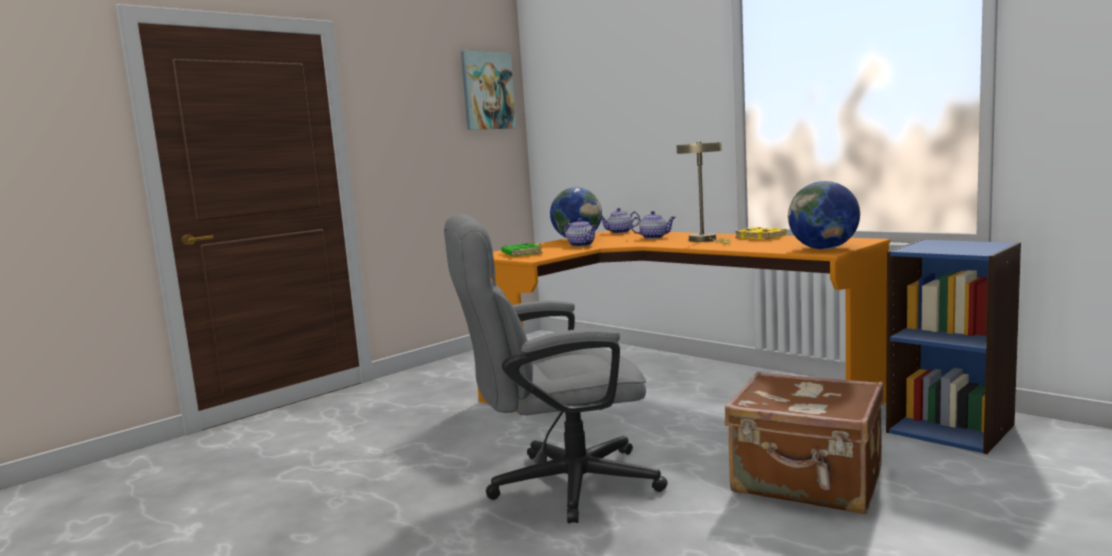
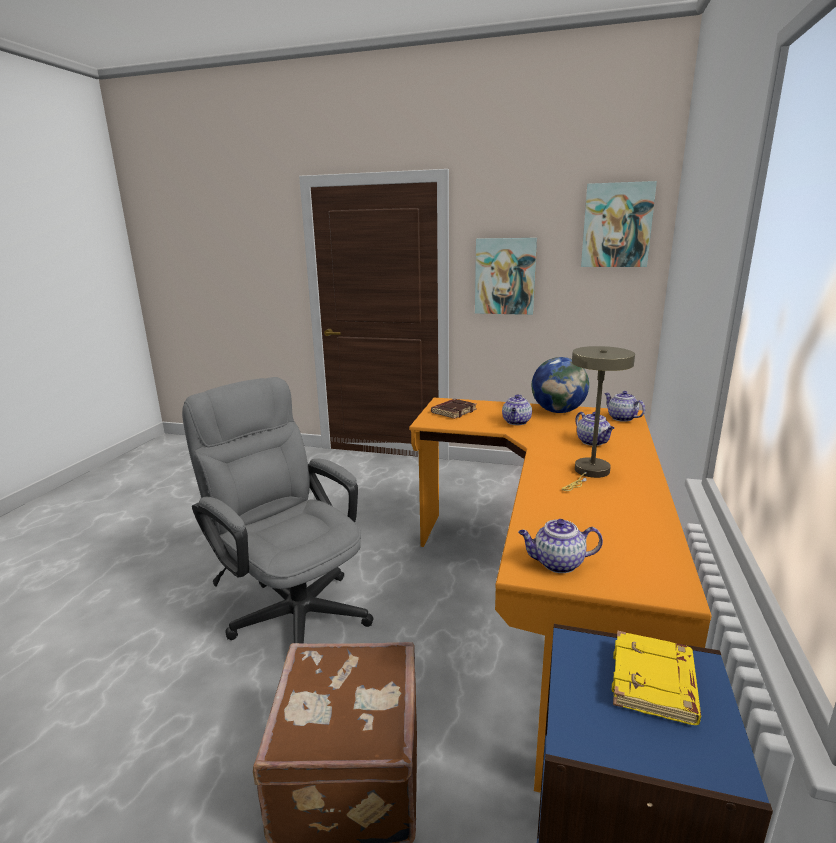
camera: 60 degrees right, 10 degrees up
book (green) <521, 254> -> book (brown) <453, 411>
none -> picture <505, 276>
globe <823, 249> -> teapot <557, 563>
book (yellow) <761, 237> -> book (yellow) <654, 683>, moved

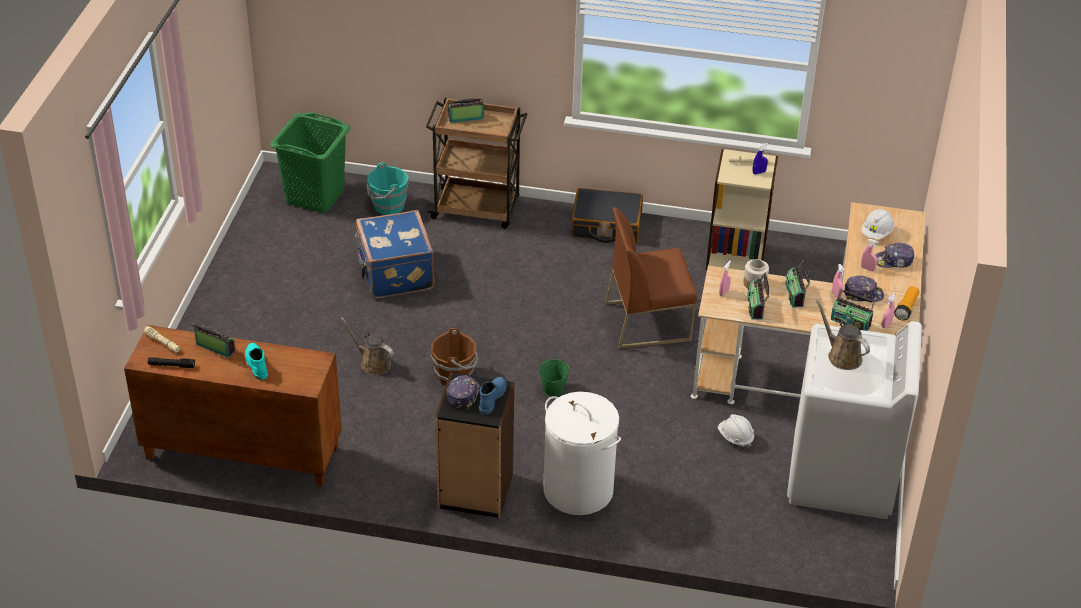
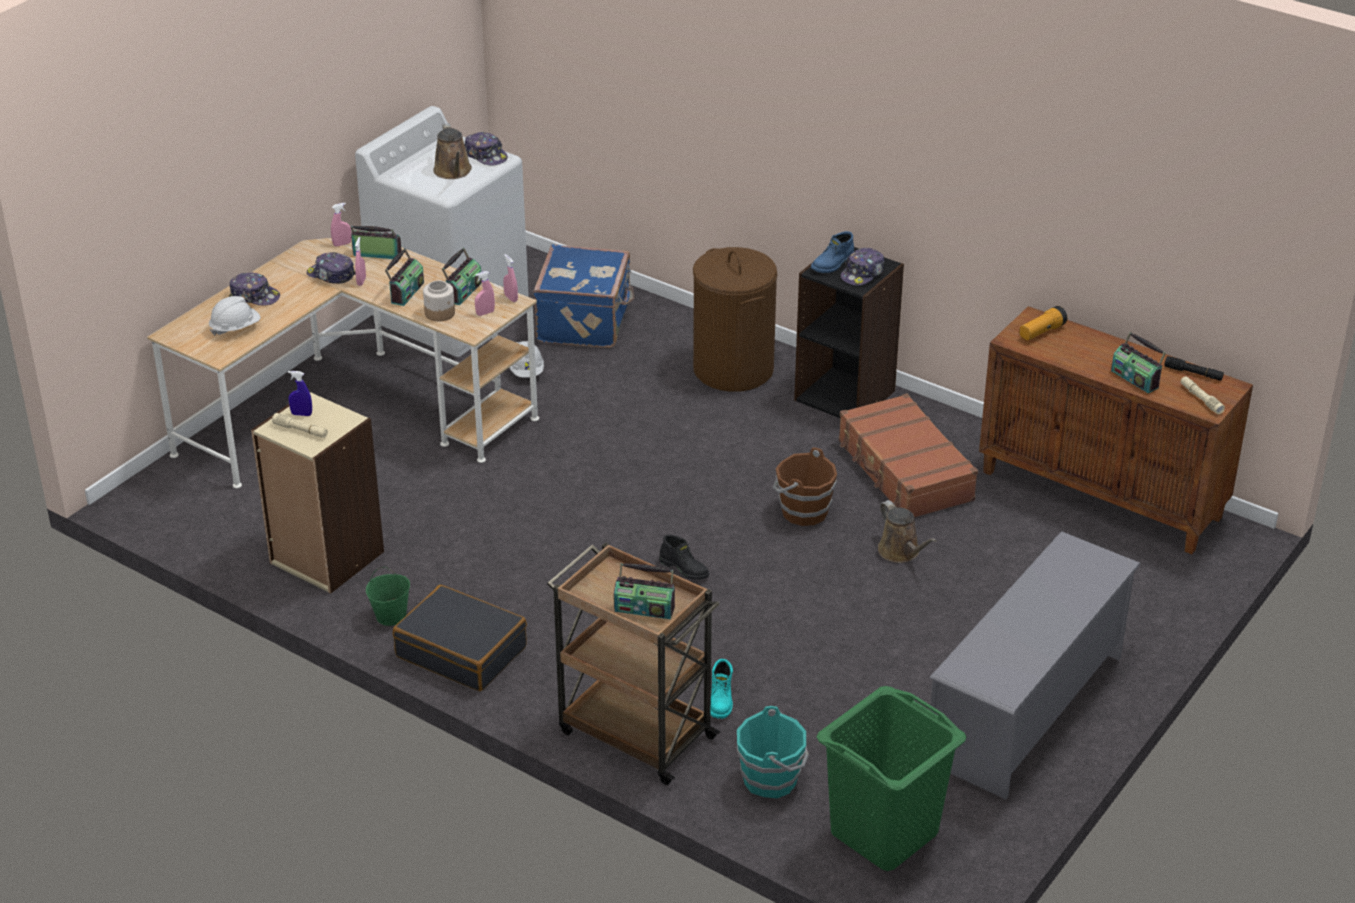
camera: 155 degrees left, 5 degrees down
radio <851, 322> -> radio <377, 254>, 45 degrees counterclockwise
bucket (green) <553, 389> -> bucket (green) <391, 616>, moved
none -> cap <486, 156>
spray bottle (pink) <867, 268> -> spray bottle (pink) <511, 298>, moved
suitcase (blue) <394, 274> -> suitcase (blue) <585, 322>, moved
none -> boot (black) <685, 568>
laundry basket (white) <578, 490> -> laundry basket (brown) <732, 369>
boot (turquoise) <256, 364> -> boot (turquoise) <721, 701>, moved
none -> suitcase (brown) <904, 471>
none -> shoe rack (grey) <1026, 709>
flashlight <906, 308> -> flashlight <1041, 332>, moved
chair (brown) <648, 321> -> none

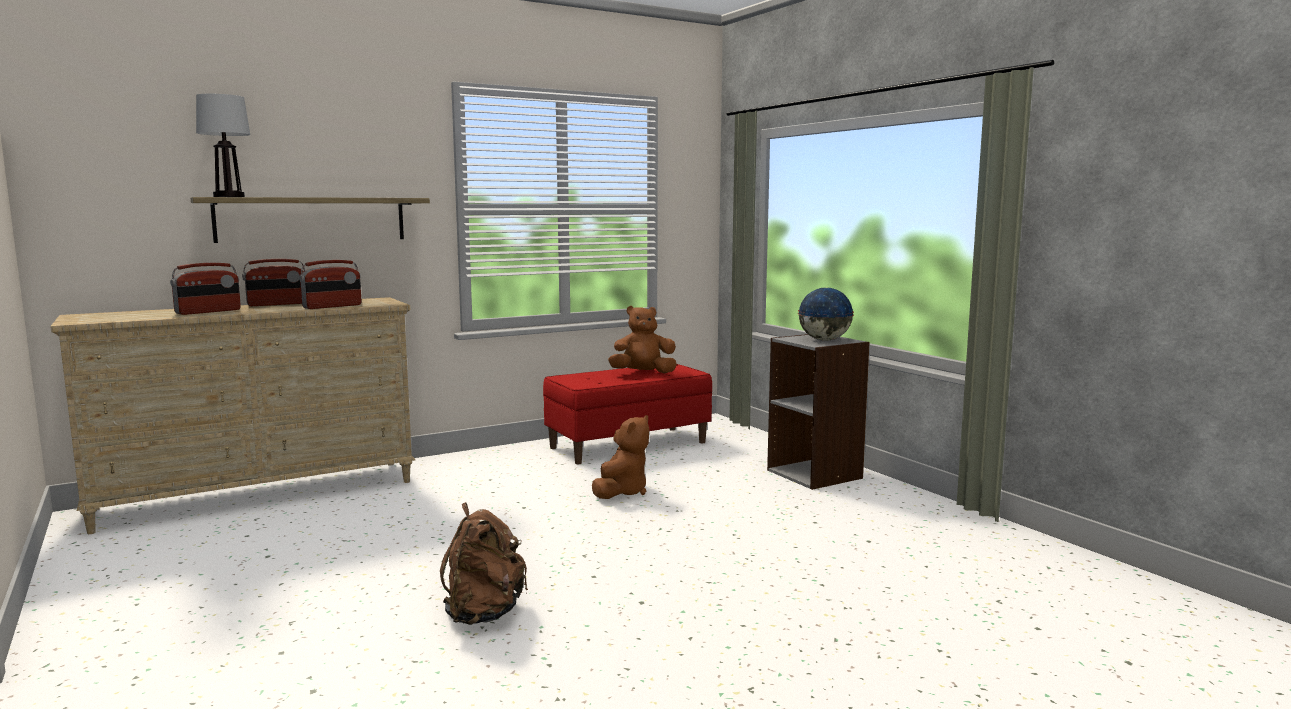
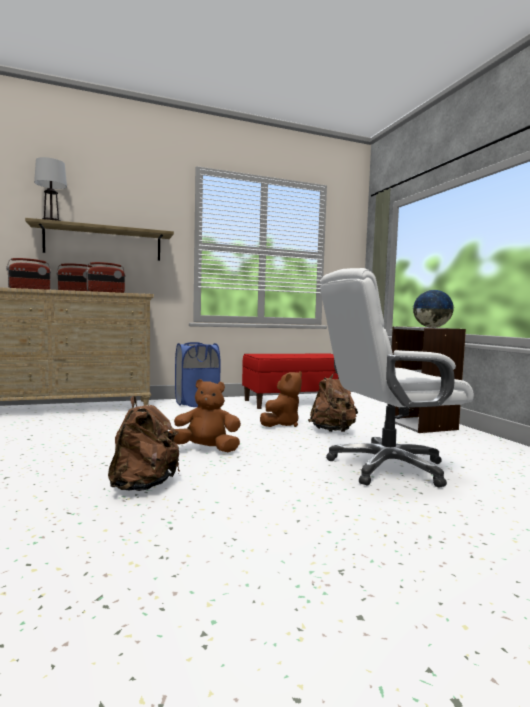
camera: 10 degrees right, 5 degrees down
plush toy (brown) <643, 373> -> plush toy (brown) <206, 449>, moved
none -> laundry basket (blue) <196, 403>
none -> backpack (brown) <333, 431>
none -> office chair (white) <386, 467>

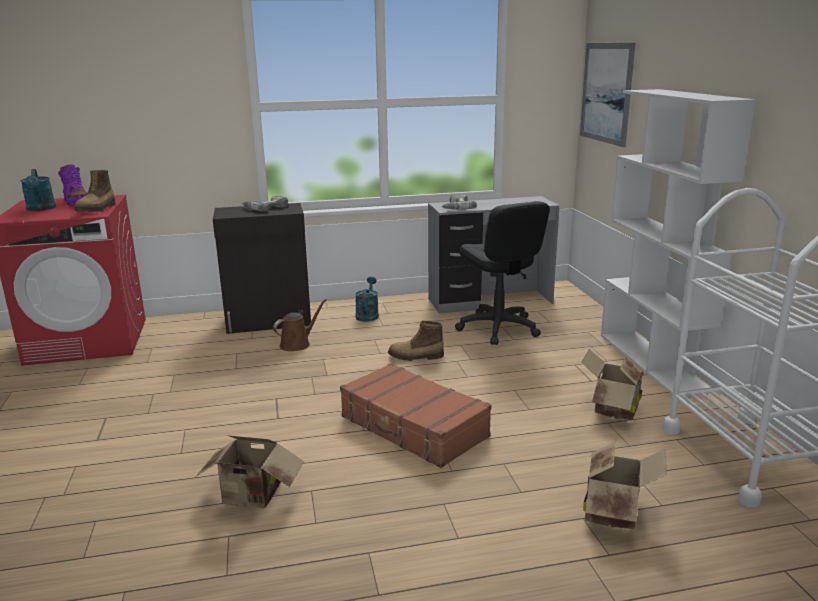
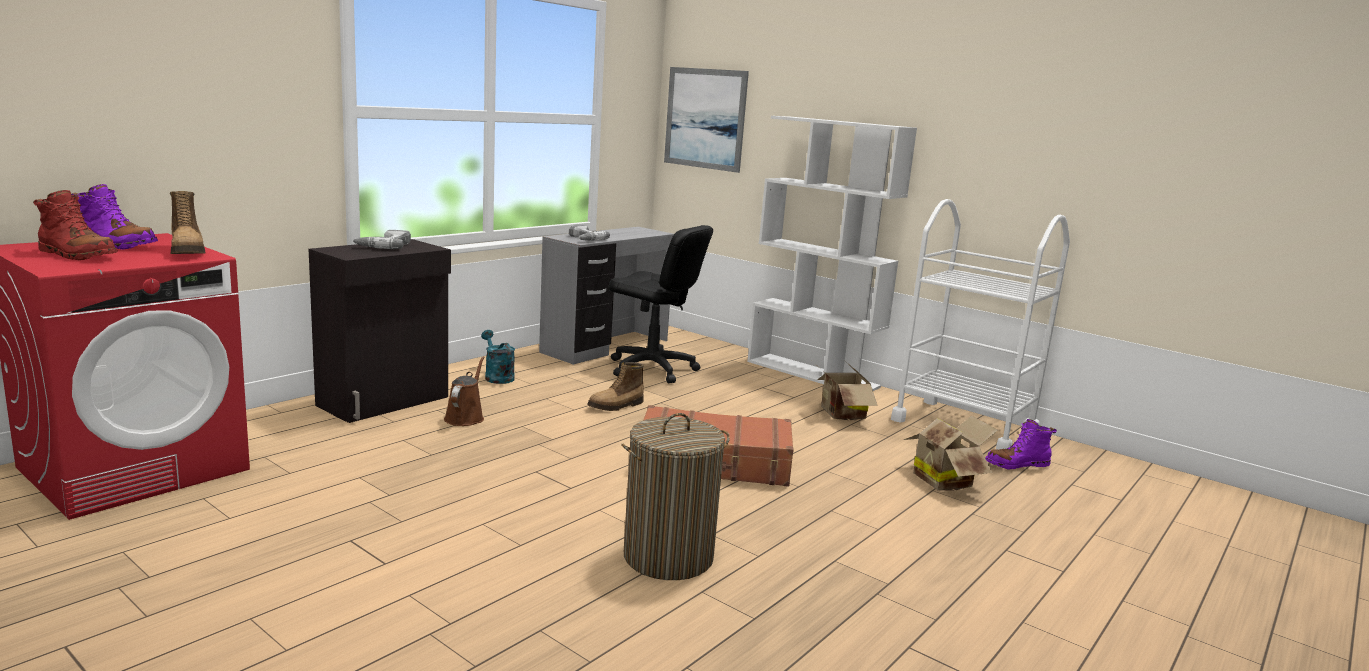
camera: 40 degrees left, 5 degrees down
watering can (turquoise) <41, 209> -> boot (red) <77, 255>
cardboard box <252, 497> -> laundry basket <668, 557>
none -> boot (purple) <1016, 465>

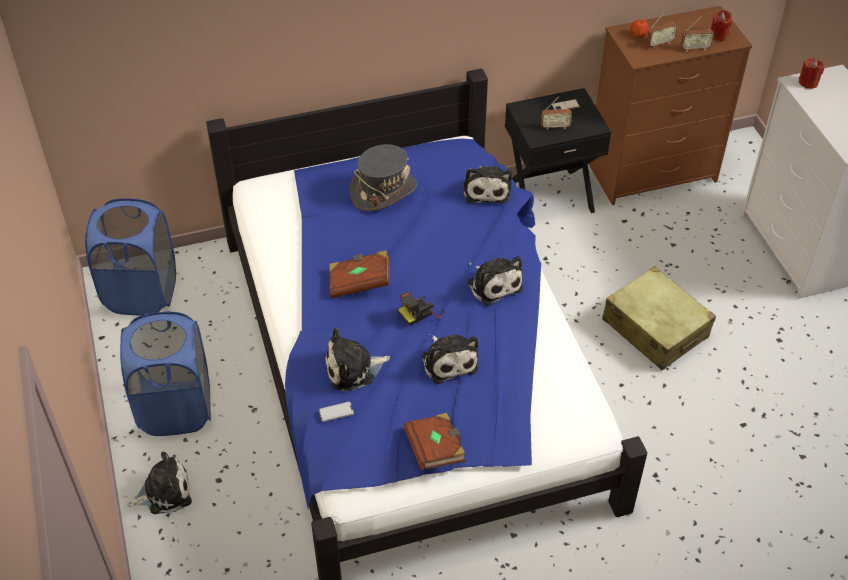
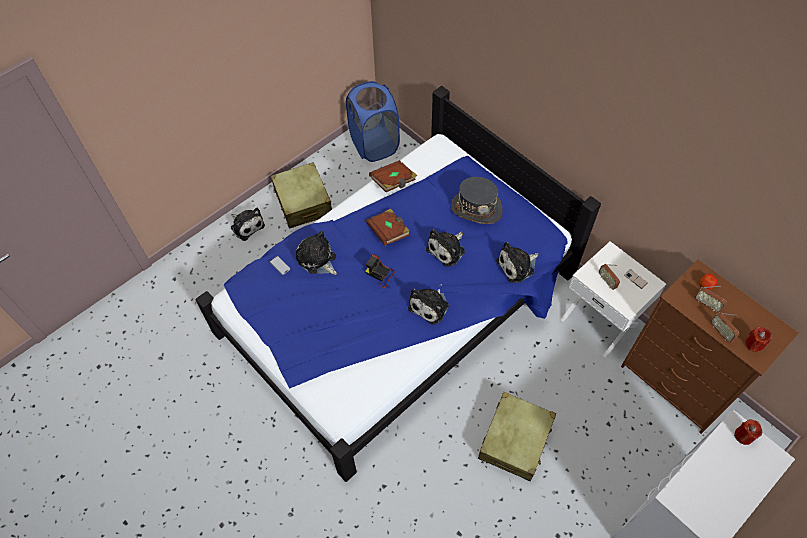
camera: 65 degrees right, 10 degrees up
laundry basket (blue) <176, 408> -> suitcase (beige) <303, 202>
book (brown) <435, 449> -> book (brown) <393, 182>, moved
plush toy <448, 361> -> plush toy <447, 249>, moved
nightstand (black) <549, 196> -> nightstand (white) <600, 321>

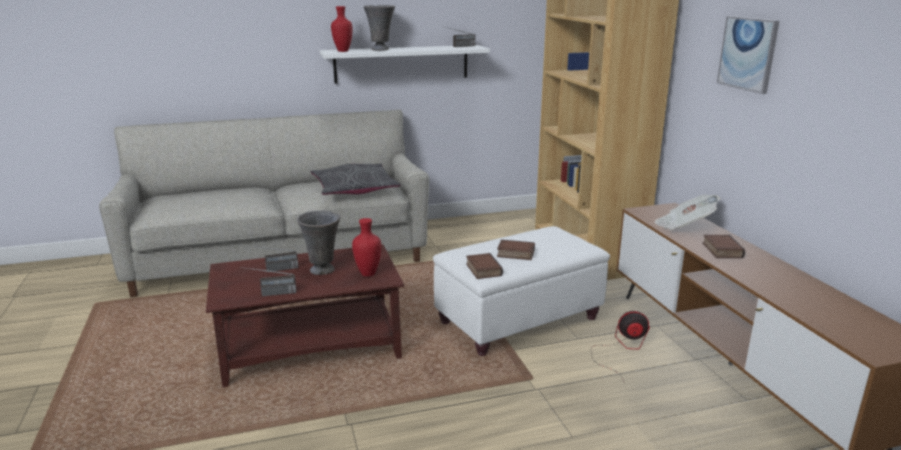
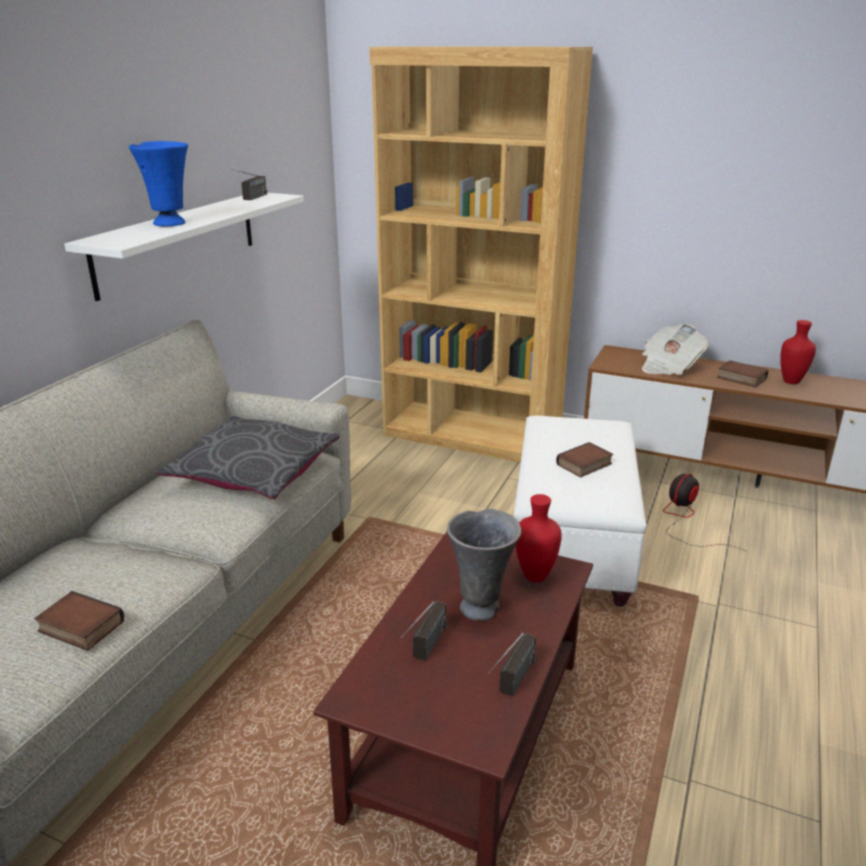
camera: 50 degrees left, 5 degrees up
book <482, 269> -> book <79, 627>, moved
vase (grey) <381, 49> -> vase (blue) <170, 223>
vase (red) <342, 51> -> vase (red) <791, 382>, moved
picture <748, 53> -> none

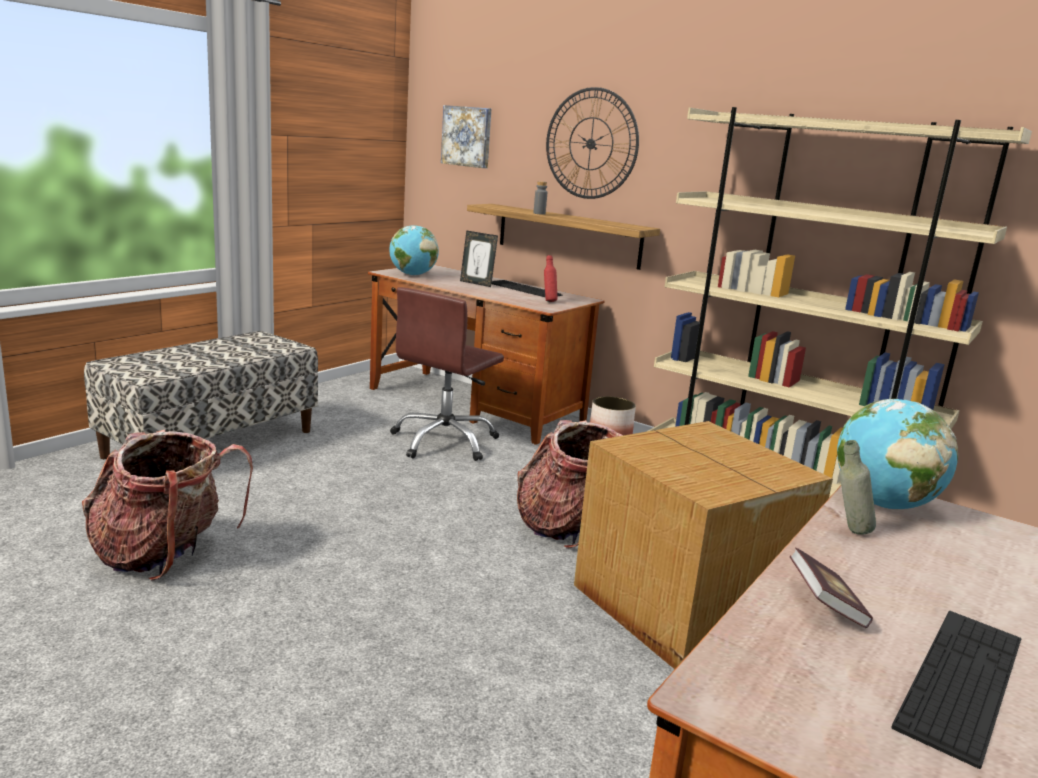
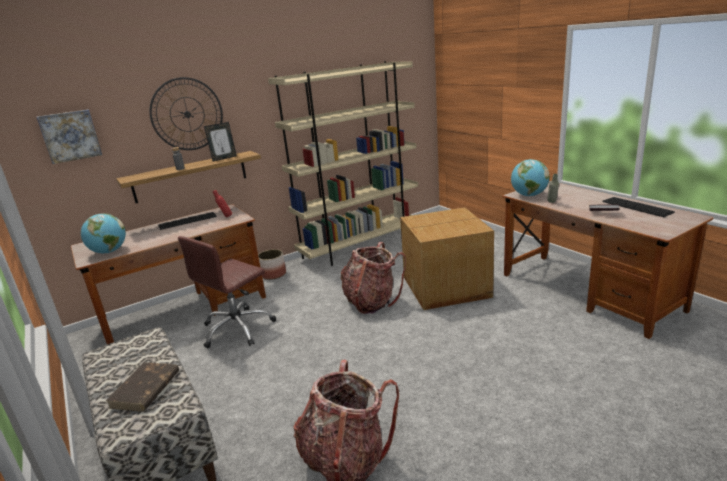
camera: 65 degrees left, 5 degrees up
none -> book (brown) <145, 389>
office chair (brown) <445, 442> -> office chair (brown) <237, 329>, 75 degrees clockwise
picture frame <477, 283> -> picture frame <224, 158>, moved

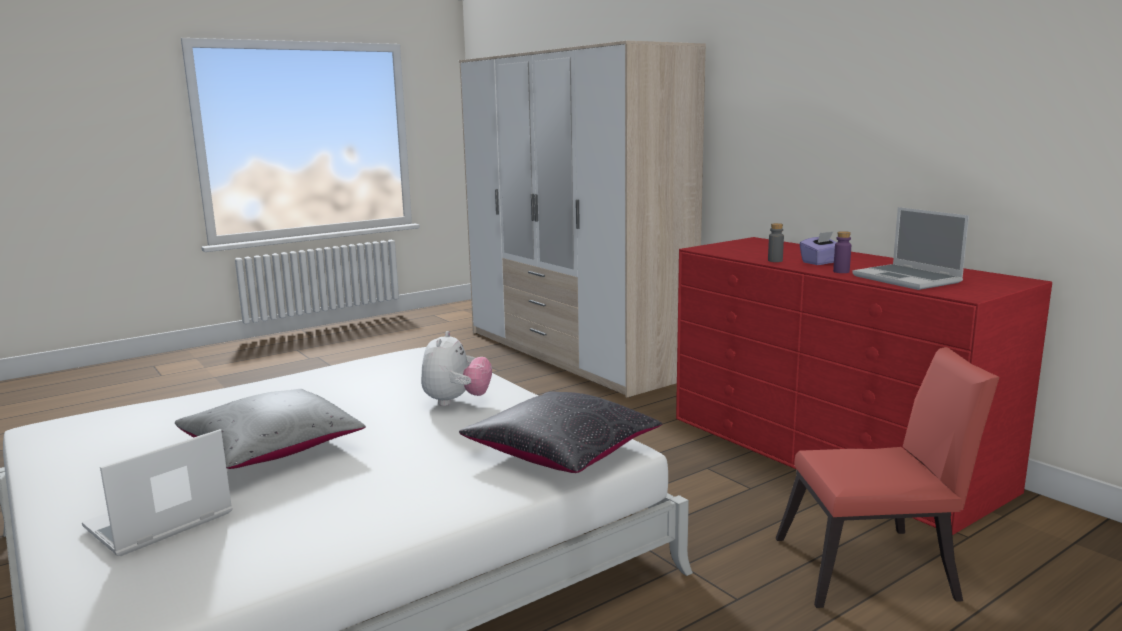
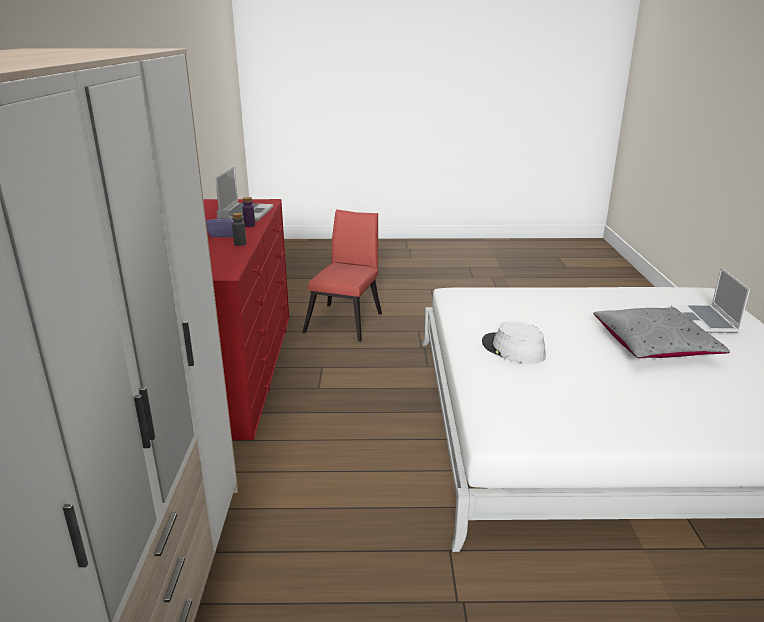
camera: 145 degrees left, 10 degrees up
chair (red) <876, 569> -> chair (red) <346, 320>, 75 degrees clockwise
plush toy <456, 401> -> hat (grey) <513, 349>
laptop <158, 522> -> laptop <705, 321>, 105 degrees clockwise
pillow (black) <561, 452> -> none

